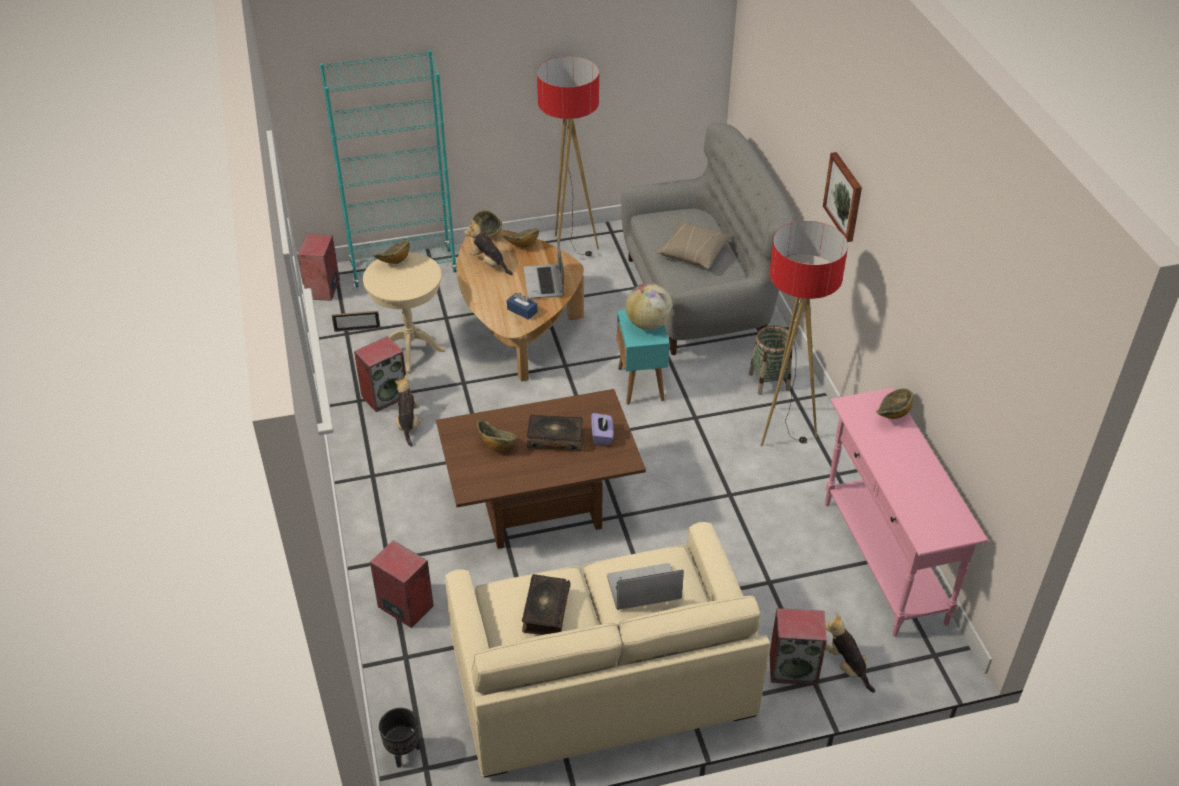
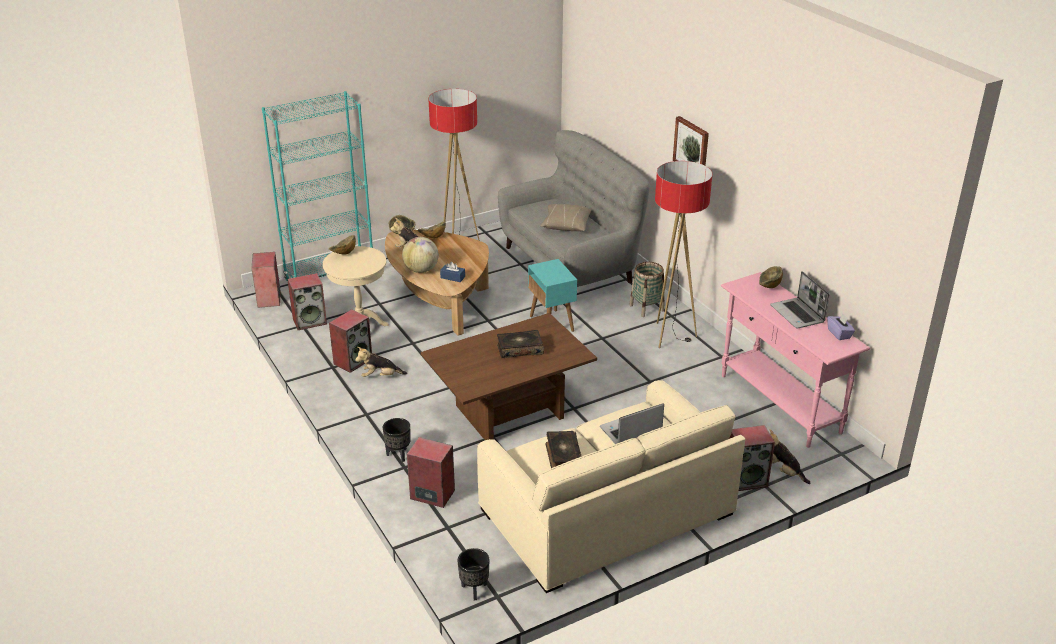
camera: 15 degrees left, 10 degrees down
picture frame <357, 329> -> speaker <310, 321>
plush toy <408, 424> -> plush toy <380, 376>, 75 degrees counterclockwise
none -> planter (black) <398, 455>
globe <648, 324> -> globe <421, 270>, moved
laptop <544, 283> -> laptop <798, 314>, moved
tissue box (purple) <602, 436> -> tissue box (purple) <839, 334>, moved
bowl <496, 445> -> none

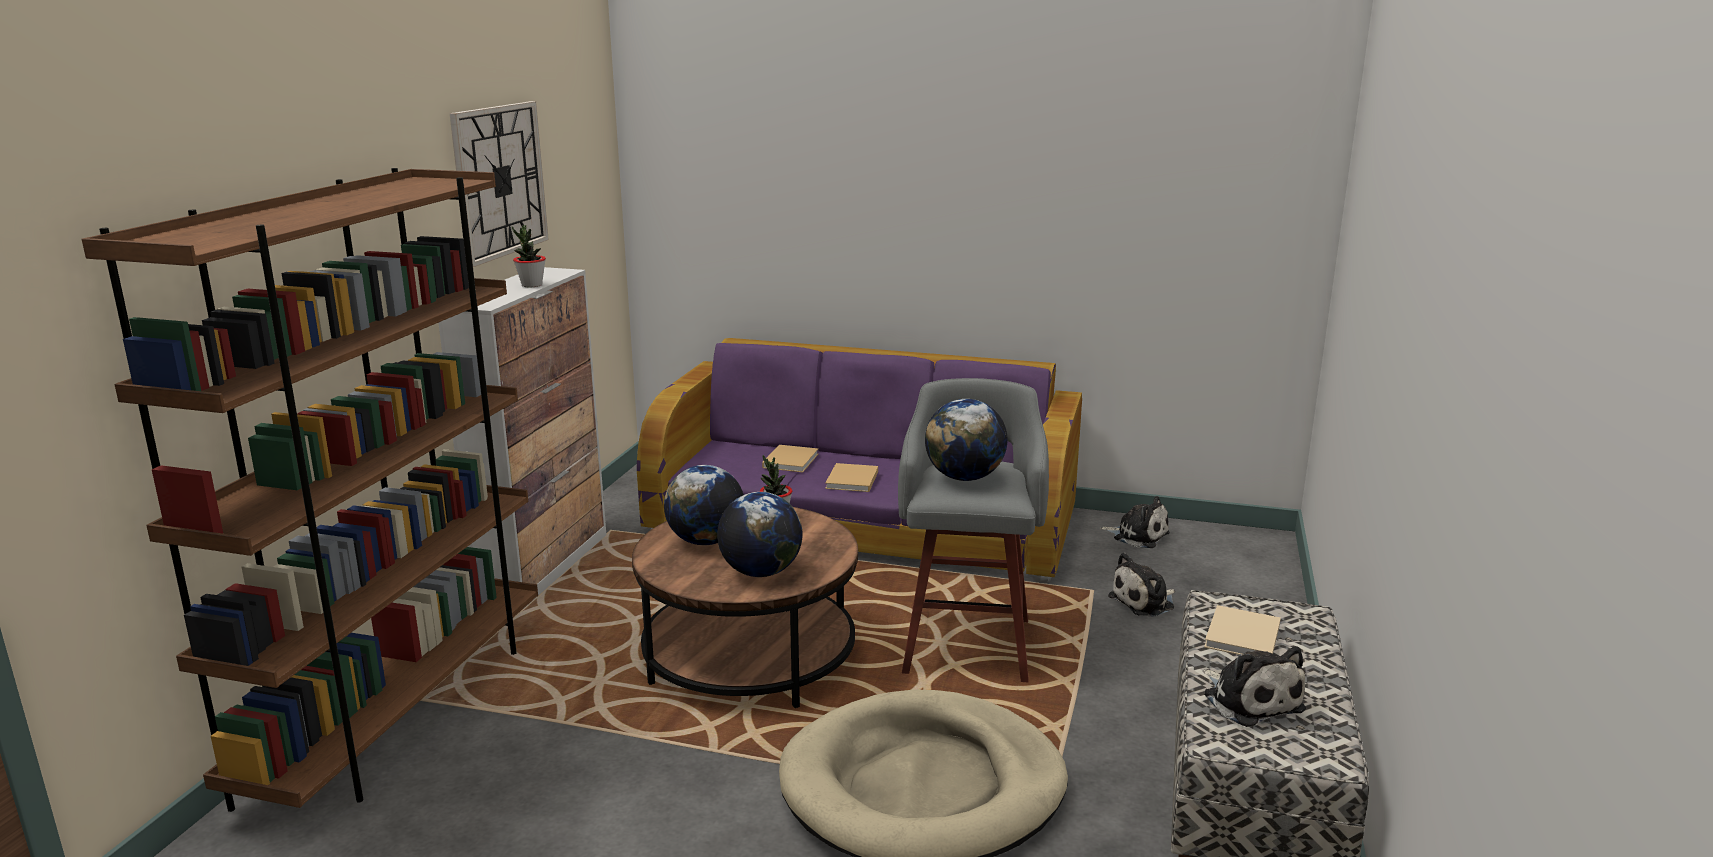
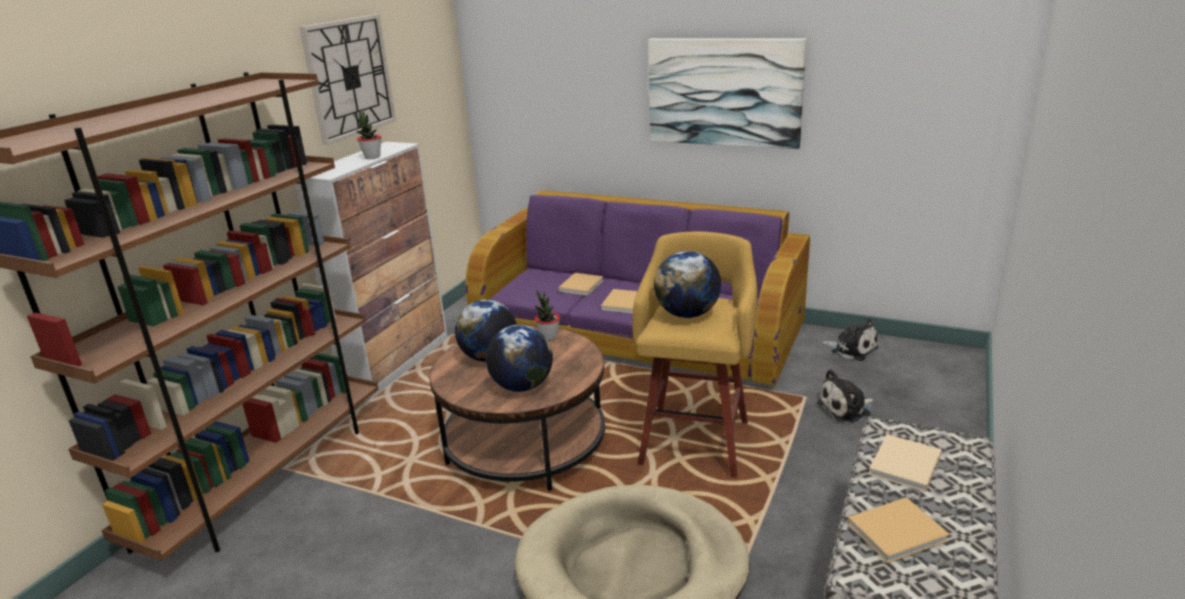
camera: 10 degrees right, 5 degrees up
stool (grey) <968, 643> -> stool (yellow) <696, 440>
none -> picture <724, 92>
plush toy <1250, 700> -> book (beige) <899, 531>

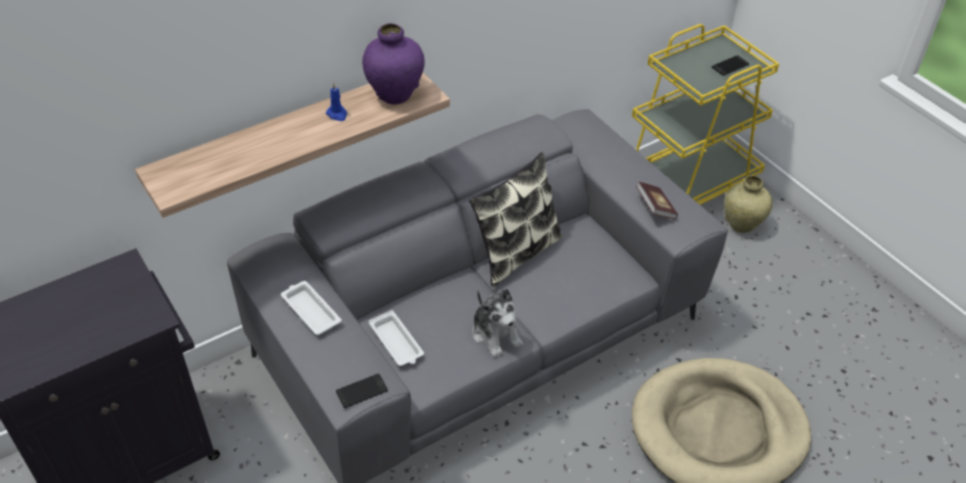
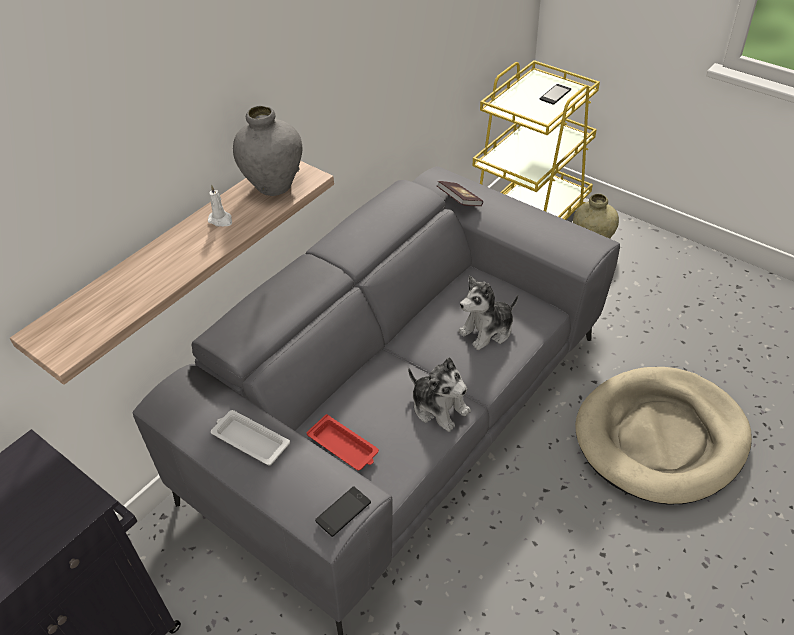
camera: 15 degrees left, 0 degrees up
candle (blue) <337, 114> -> candle (white) <221, 220>
vase (purple) <395, 94> -> vase (grey) <274, 185>
tray (white) <397, 342> -> tray (red) <344, 446>
book <655, 208> -> book <459, 201>, moved
none -> plush toy <487, 330>
pillow <516, 253> -> none

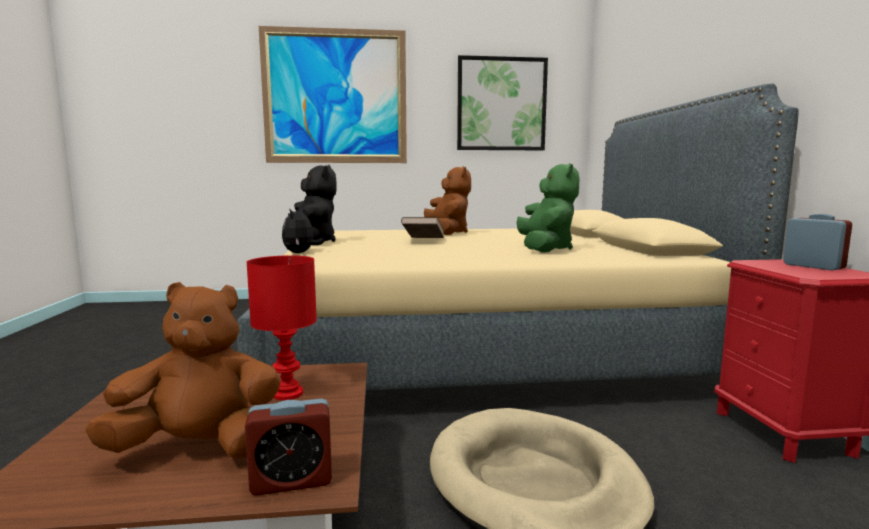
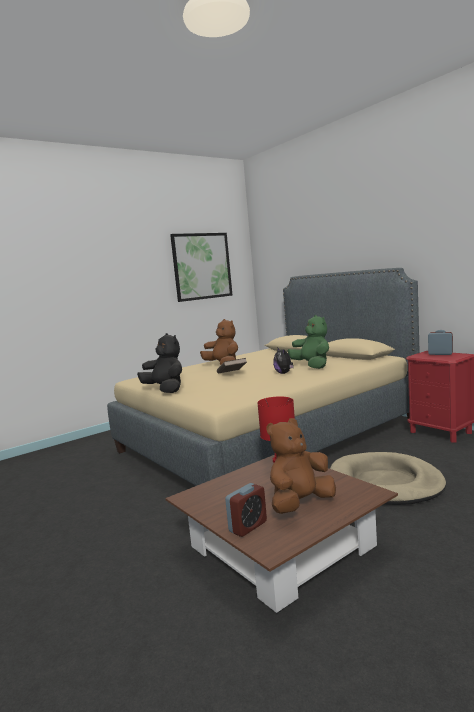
camera: 30 degrees left, 0 degrees up
alarm clock <292, 481> -> alarm clock <248, 526>, moved
plush toy <300, 253> -> plush toy <284, 373>, moved
picture <335, 97> -> none

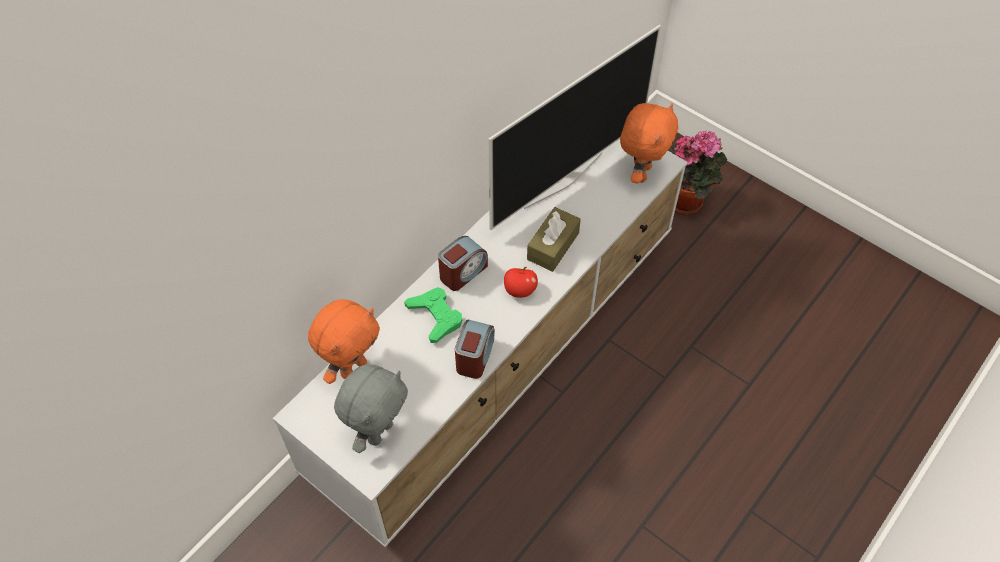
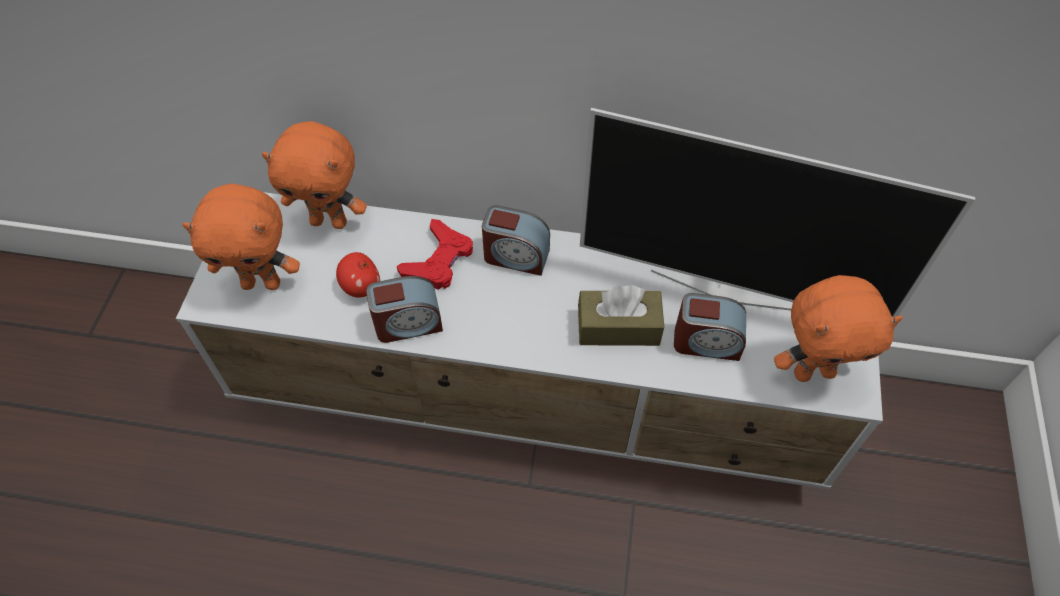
camera: 60 degrees right, 0 degrees up
plush toy (grey) <379, 431> -> plush toy (orange) <262, 282>
apple <520, 290> -> apple <361, 287>, moved
game controller (green) <435, 316> -> game controller (red) <438, 260>
none -> alarm clock <706, 342>
potted plant <688, 201> -> none

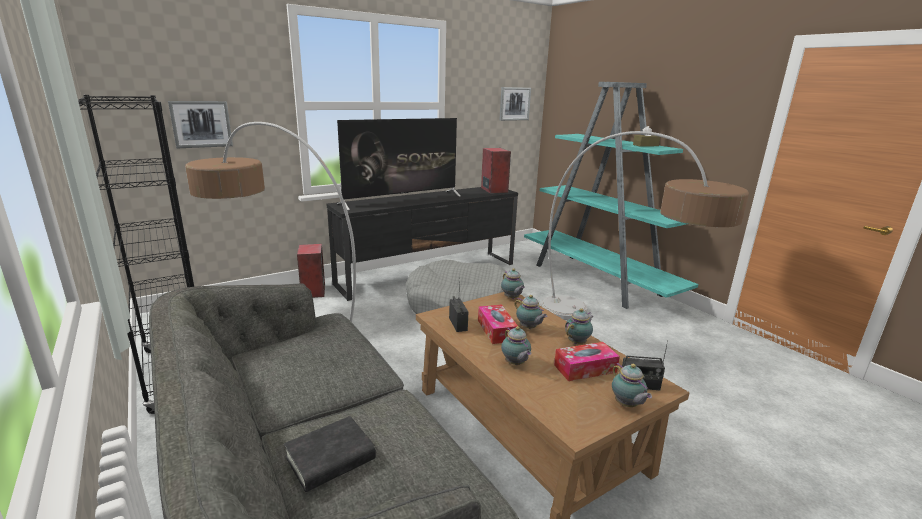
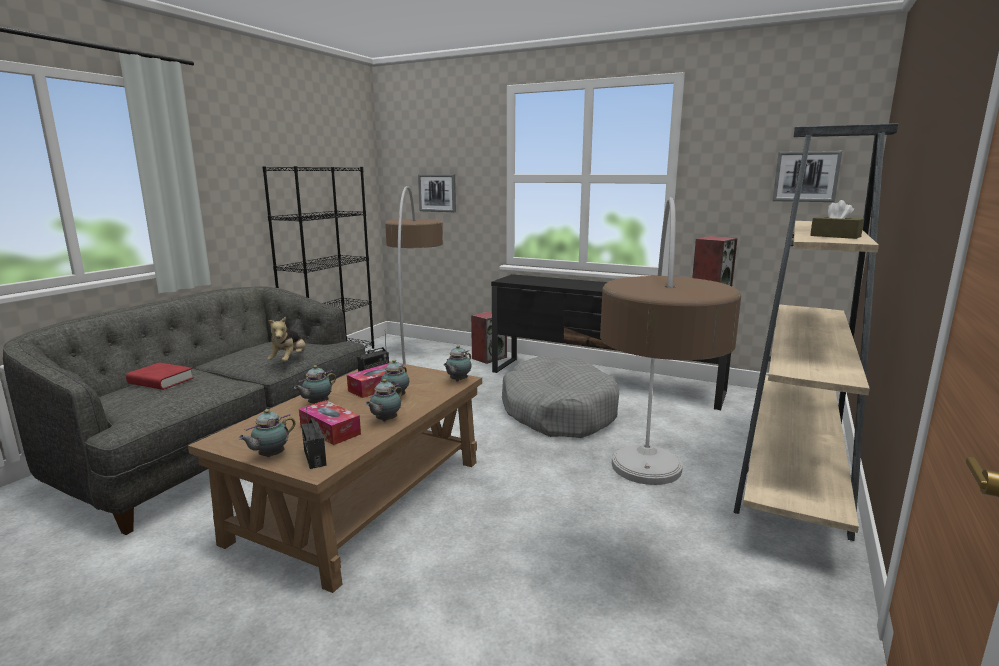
camera: 60 degrees right, 5 degrees down
book (black) <330, 458> -> book (red) <161, 381>
none -> plush toy <289, 360>
teapot <578, 342> -> teapot <385, 420>, 105 degrees clockwise
bookcase (turquoise) <597, 280> -> bookcase (beige) <793, 473>
television <402, 200> -> none

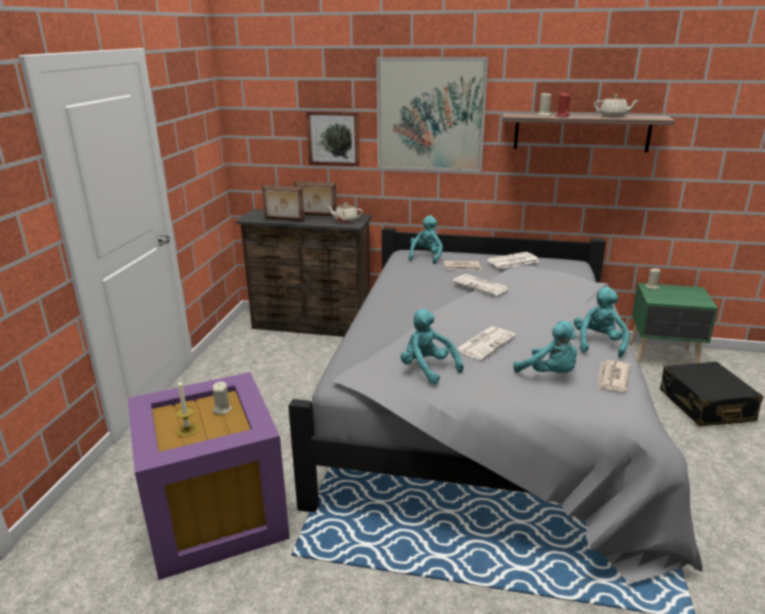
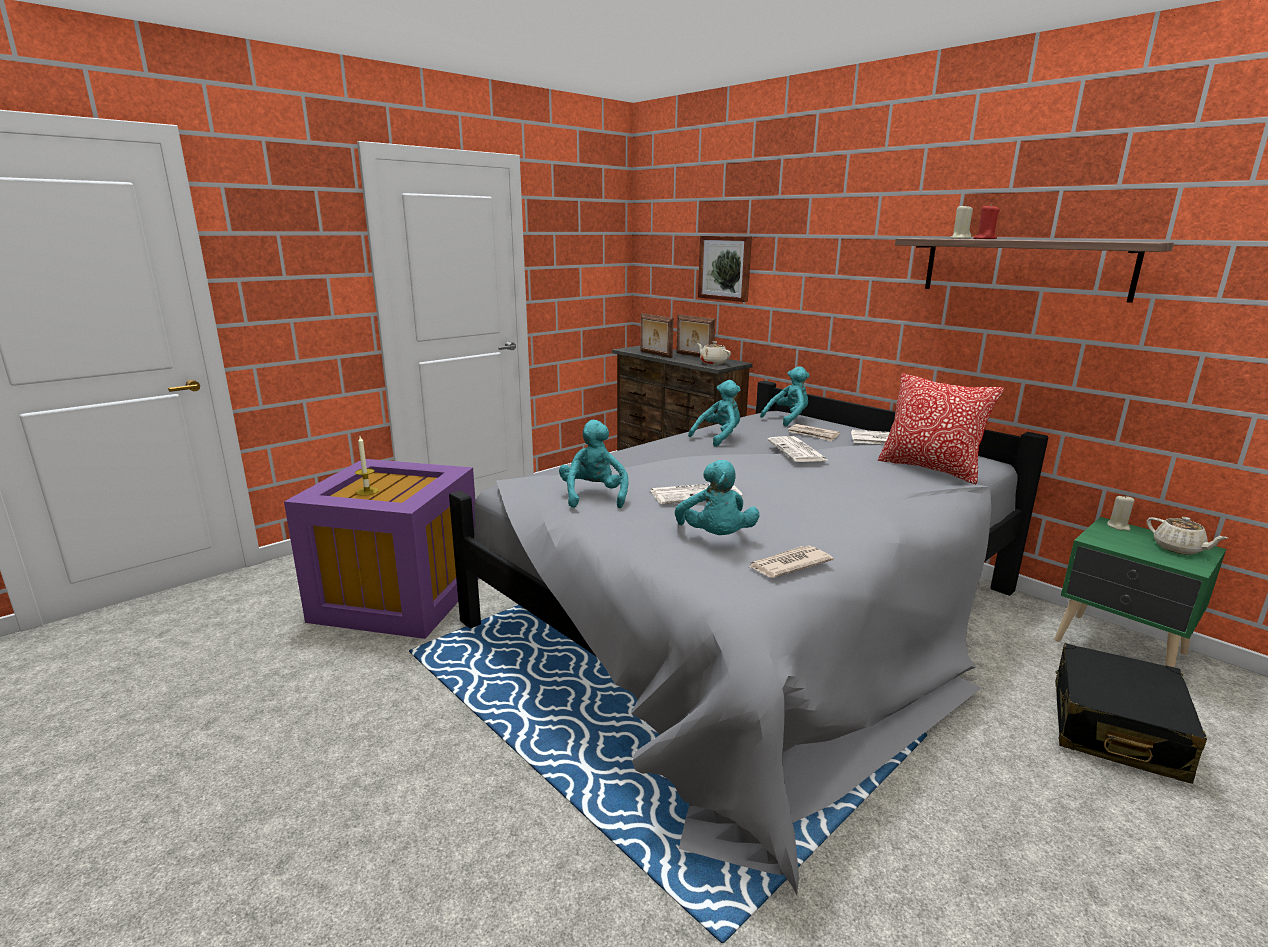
camera: 35 degrees right, 5 degrees down
plush toy (turquoise) <598, 344> -> plush toy (turquoise) <719, 437>, moved
none -> pillow <930, 469>
teapot (beige) <613, 116> -> teapot (beige) <1178, 549>, moved
candle (beige) <222, 409> -> none
picture <430, 115> -> none

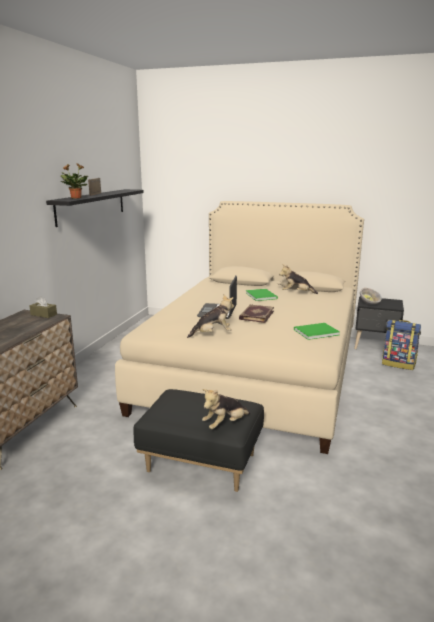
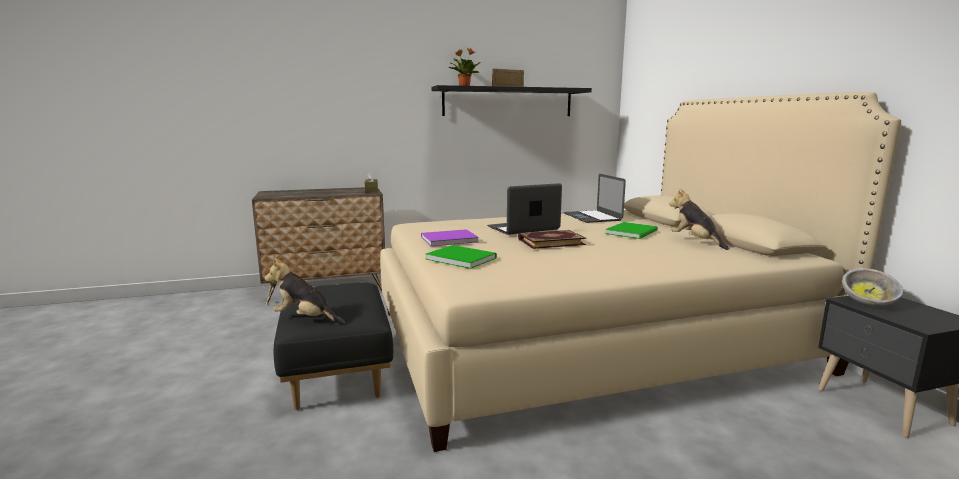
camera: 55 degrees right, 5 degrees down
plush toy <213, 334> -> book (purple) <447, 239>
book (green) <314, 332> -> book (green) <460, 258>, moved
none -> laptop <592, 217>
backpack <398, 364> -> none

